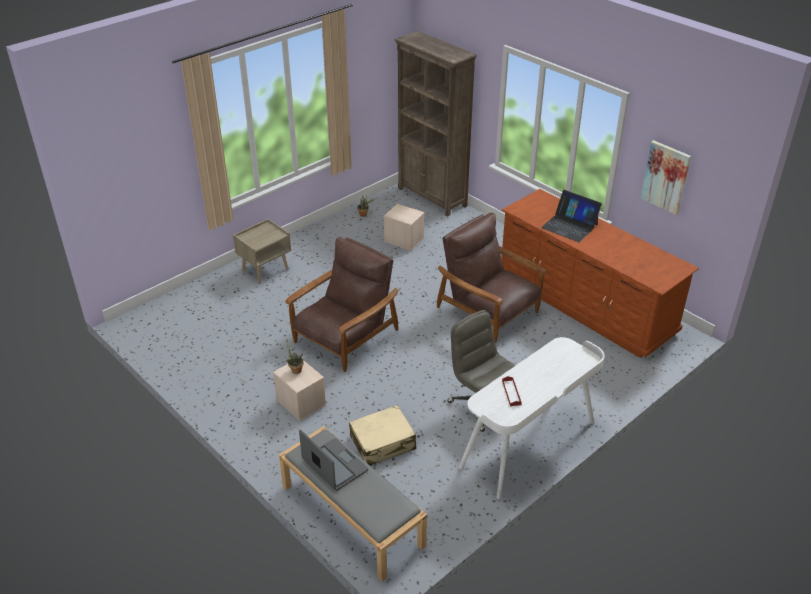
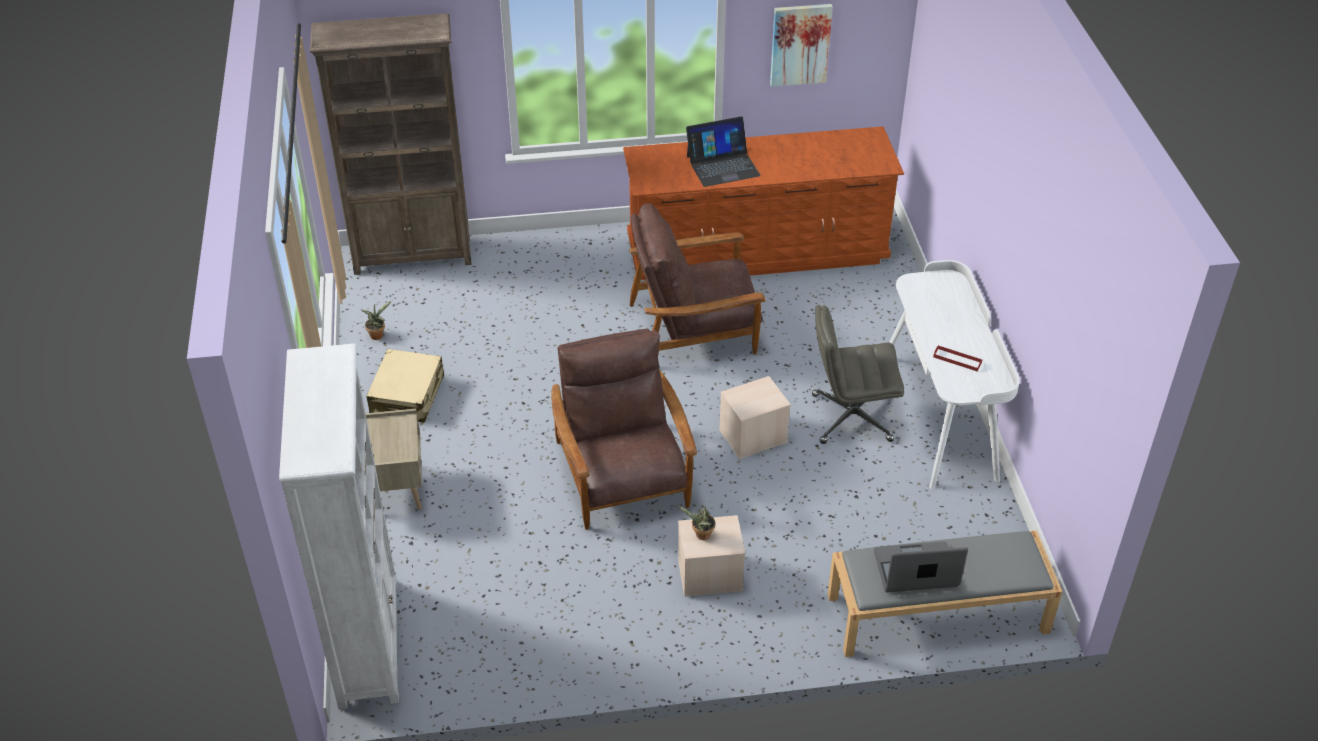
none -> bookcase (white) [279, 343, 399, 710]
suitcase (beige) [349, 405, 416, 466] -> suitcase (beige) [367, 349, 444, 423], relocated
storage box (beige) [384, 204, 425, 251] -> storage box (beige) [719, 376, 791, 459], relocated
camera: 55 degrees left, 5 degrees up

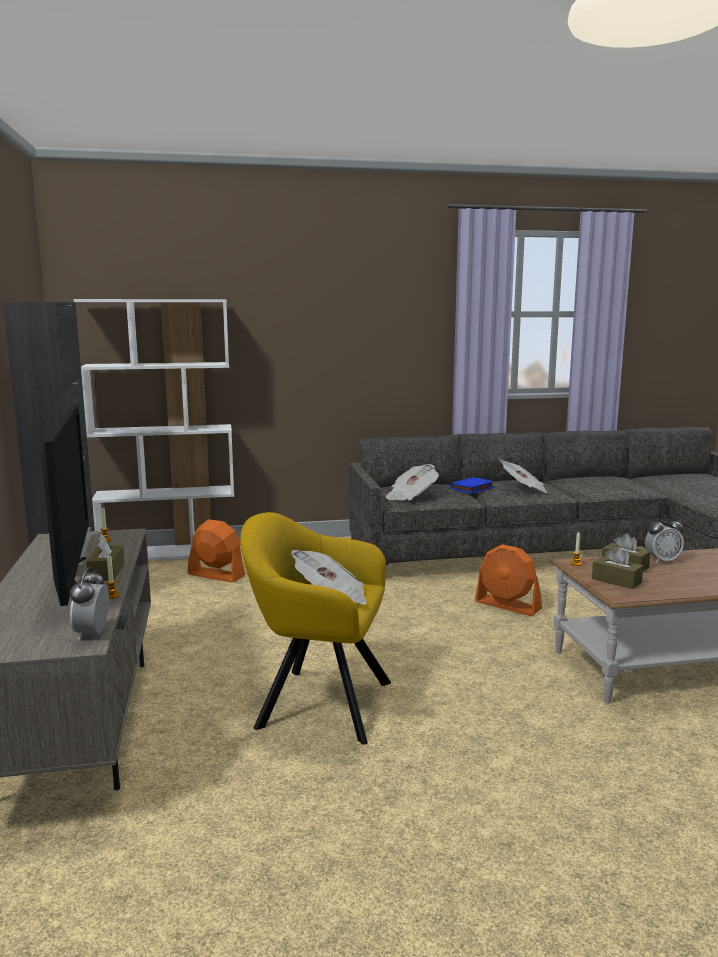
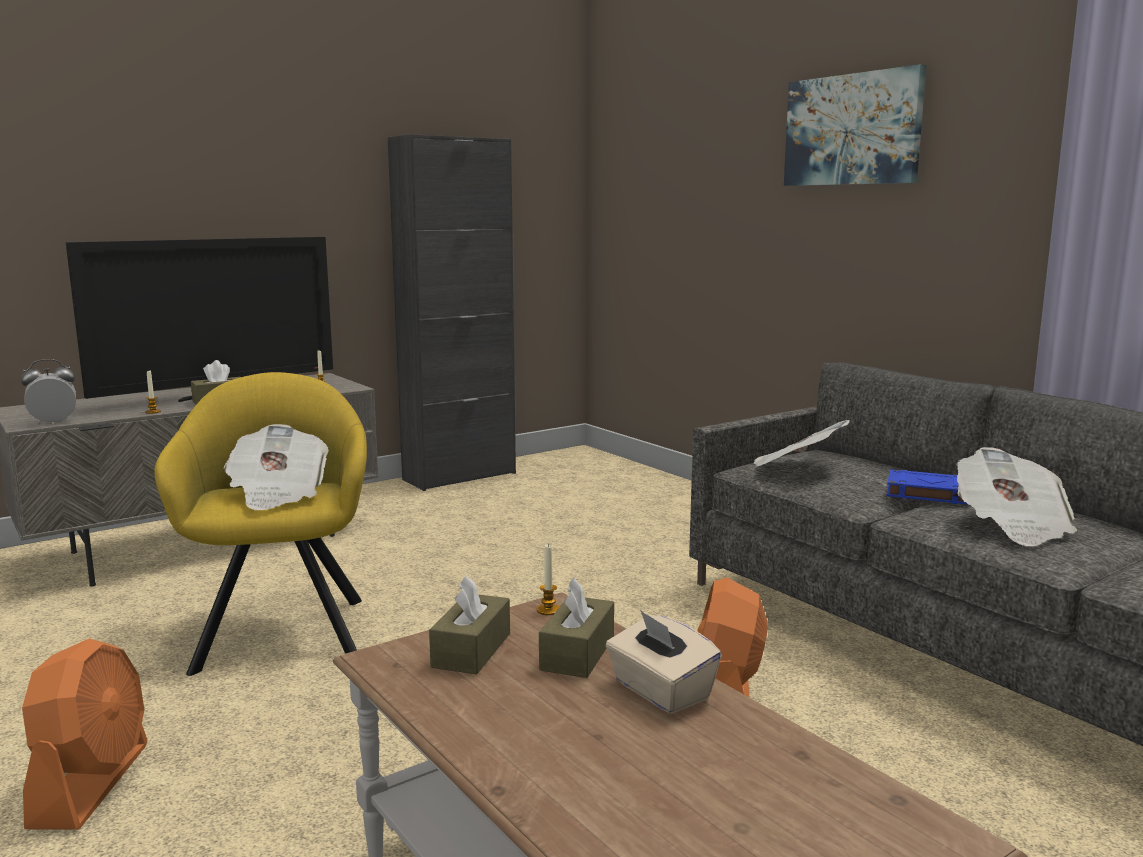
bookcase (white) [74, 299, 234, 561] -> none
none -> picture [784, 64, 926, 186]
fan (orange) [188, 519, 245, 582] -> fan (orange) [22, 638, 147, 830], relocated
alarm clock [645, 515, 684, 563] -> tissue box (beige) [606, 610, 722, 714]
camera: 65 degrees right, 0 degrees up

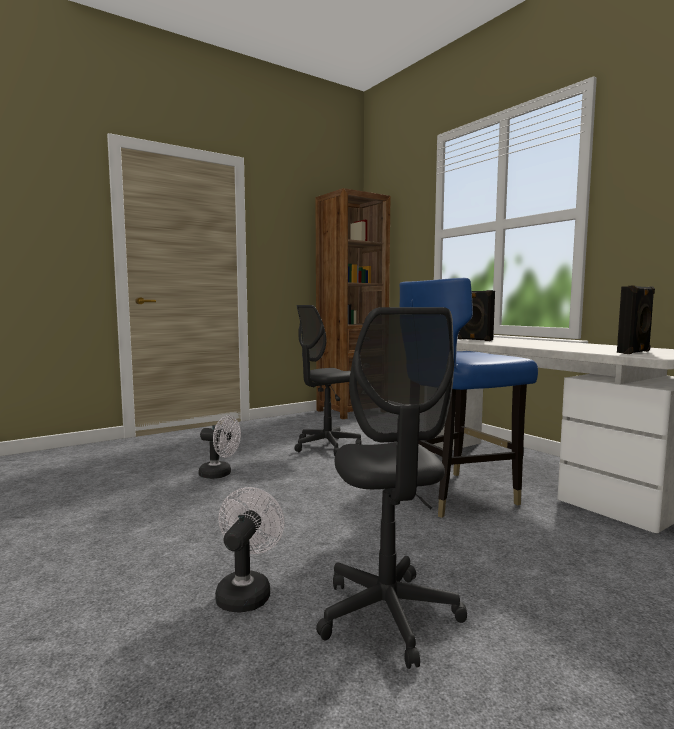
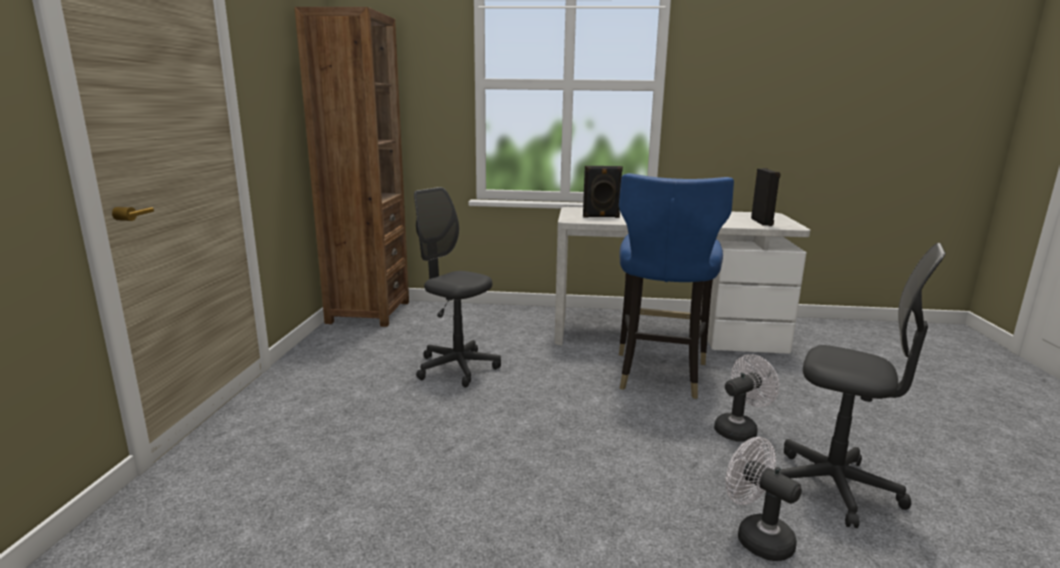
fan (white) [199, 415, 241, 479] -> fan (white) [714, 354, 779, 442], relocated
office chair (grey) [295, 305, 362, 456] -> office chair (grey) [414, 187, 501, 387], 120 degrees clockwise
camera: 50 degrees left, 10 degrees up

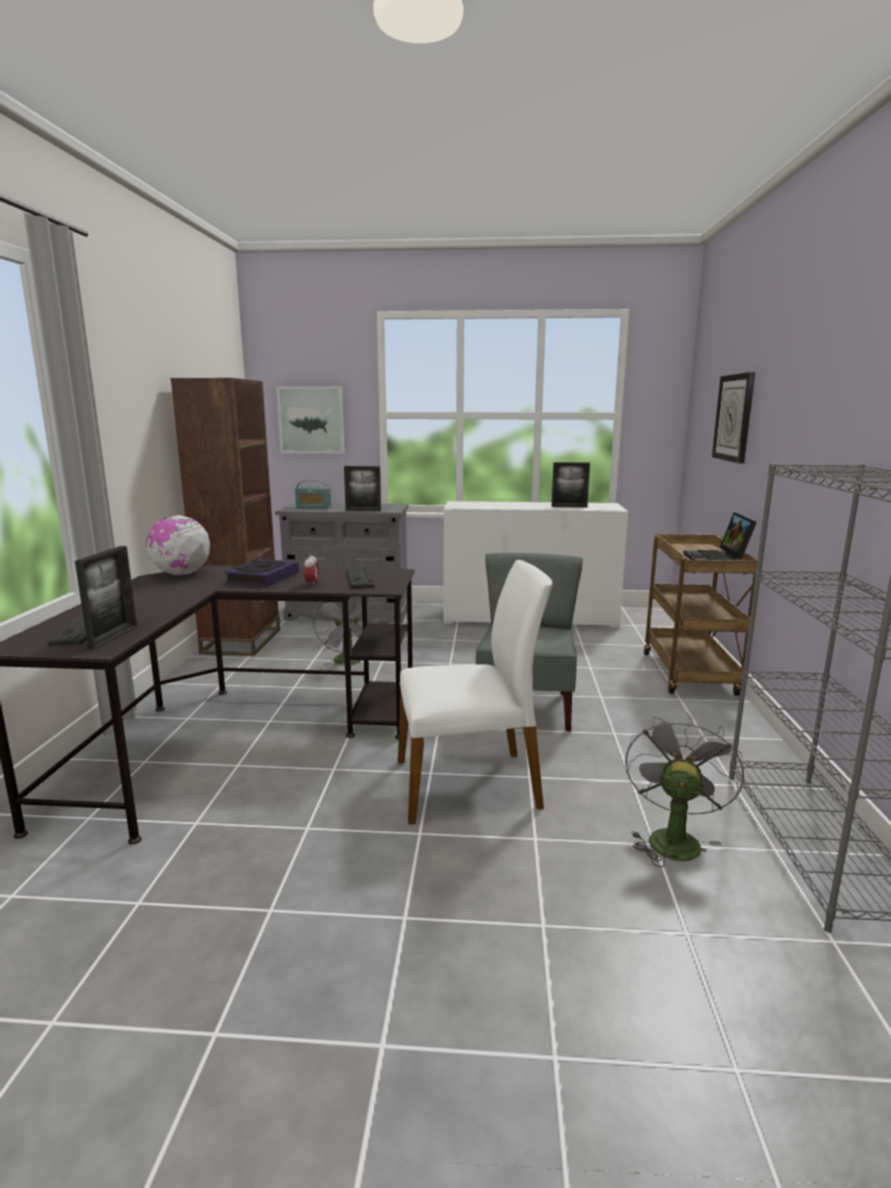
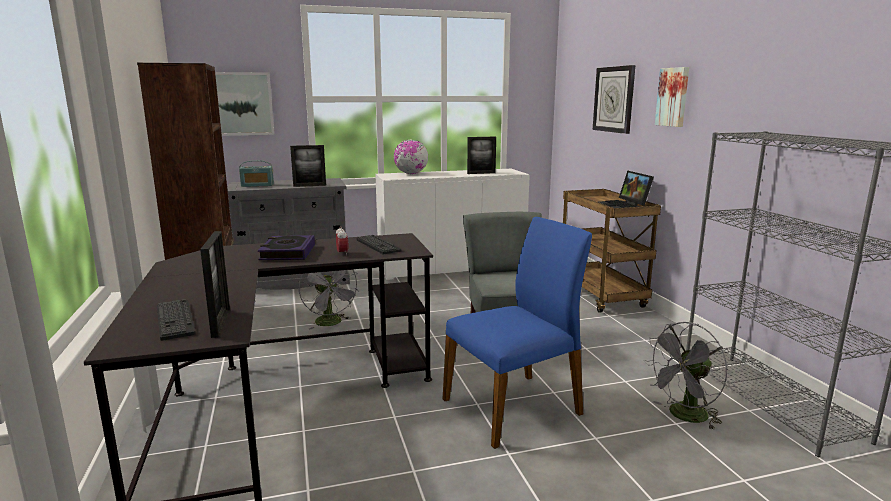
none -> picture [655, 67, 689, 127]
globe [146, 515, 210, 575] -> globe [394, 139, 428, 174], relocated
chair (white) [398, 560, 553, 825] -> chair (blue) [443, 217, 592, 449]
fan (grey) [625, 713, 744, 867] -> fan (grey) [644, 322, 727, 430], 120 degrees counterclockwise
camera: 20 degrees left, 0 degrees up

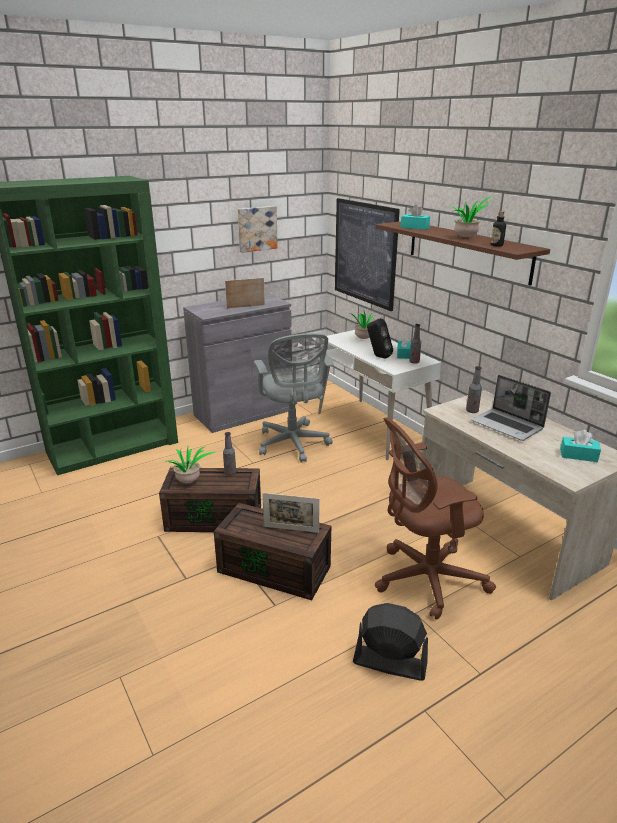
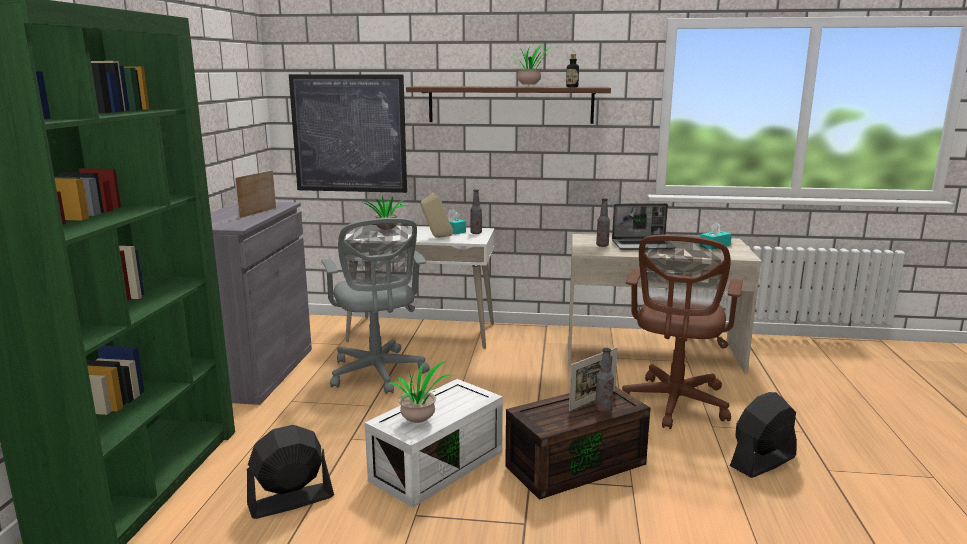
picture [238, 206, 278, 253] -> none
tissue box (turquoise) [401, 205, 430, 230] -> none
none -> fan (black) [247, 425, 334, 519]
bottle [223, 432, 236, 476] -> bottle [595, 348, 614, 412], relocated
storage box (brown) [159, 468, 261, 532] -> storage box (white) [365, 379, 503, 507]
speaker (black) [367, 318, 393, 359] -> speaker (beige) [420, 193, 453, 238]
office chair (grey) [254, 333, 334, 462] -> office chair (grey) [321, 218, 430, 394], 45 degrees clockwise
camera: 50 degrees left, 10 degrees down

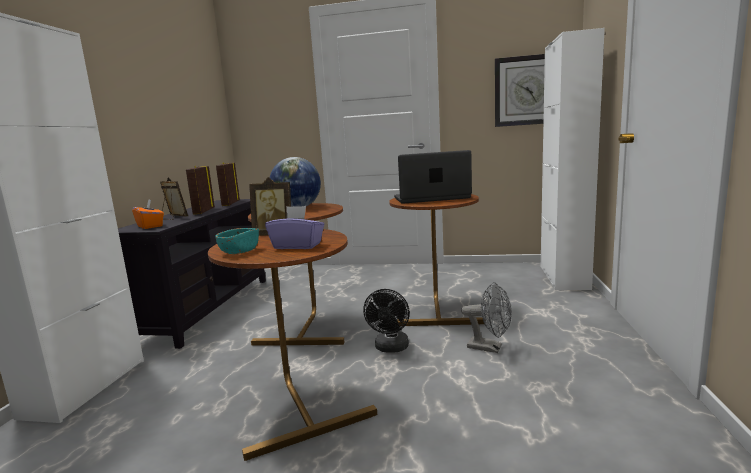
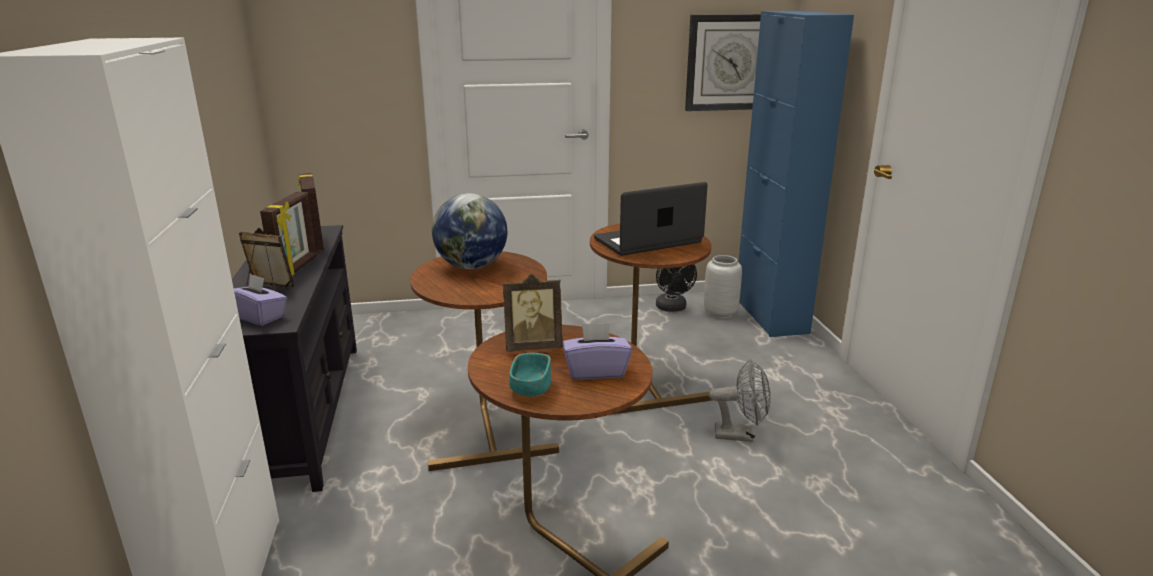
none -> vase (grey) [704, 255, 742, 319]
fan (black) [363, 289, 410, 353] -> fan (black) [656, 264, 697, 312], relocated
tissue box (orange) [132, 199, 164, 229] -> tissue box (purple) [234, 273, 287, 326]
cabinet (white) [541, 28, 605, 290] -> cabinet (blue) [738, 11, 854, 337]
picture frame [186, 166, 215, 215] -> picture frame [260, 192, 317, 276], 150 degrees counterclockwise
camera: 20 degrees left, 10 degrees up

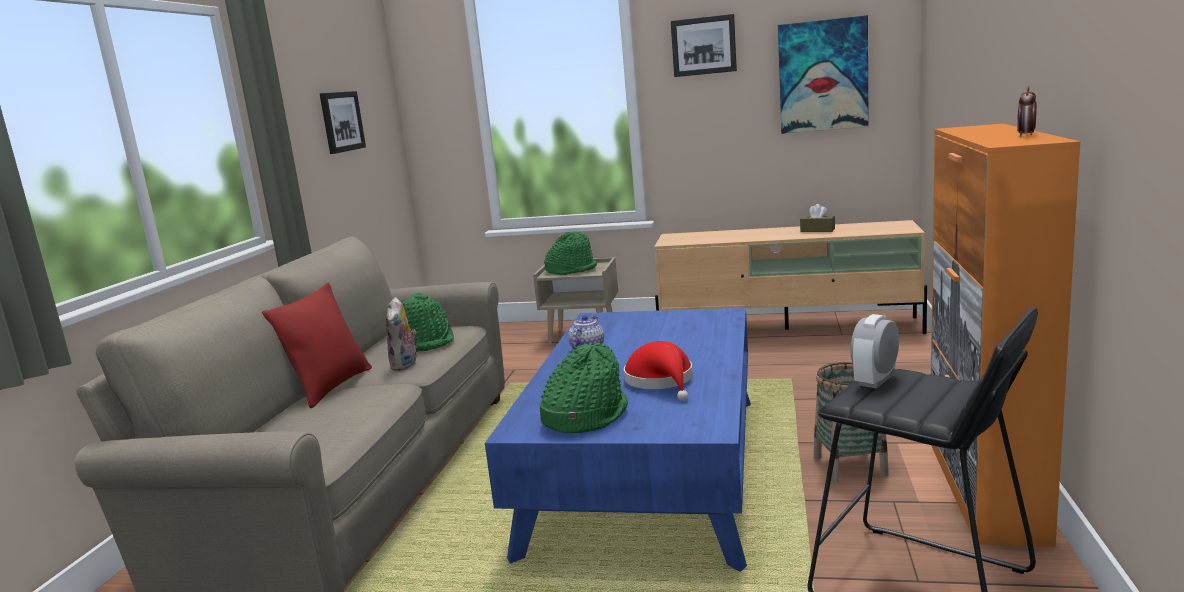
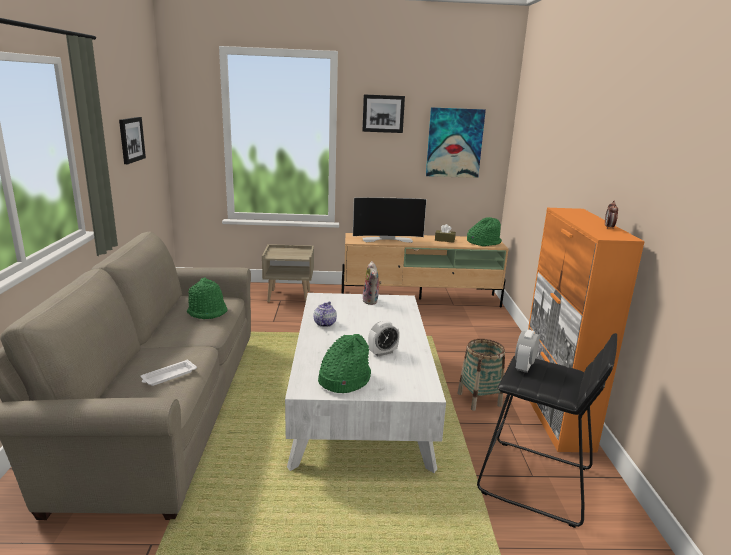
pillow (red) [262, 282, 372, 408] -> none
none -> tray (white) [141, 359, 197, 386]
none -> television [353, 197, 427, 243]
plush toy [386, 297, 417, 371] -> plush toy [363, 261, 382, 305], relocated
hat (green) [544, 231, 597, 275] -> hat (green) [467, 217, 502, 246], relocated
hat (red) [624, 341, 693, 401] -> alarm clock [368, 320, 400, 356]
coffee table (blue) [485, 308, 751, 572] -> coffee table (white) [285, 293, 446, 473]
camera: 15 degrees left, 5 degrees up

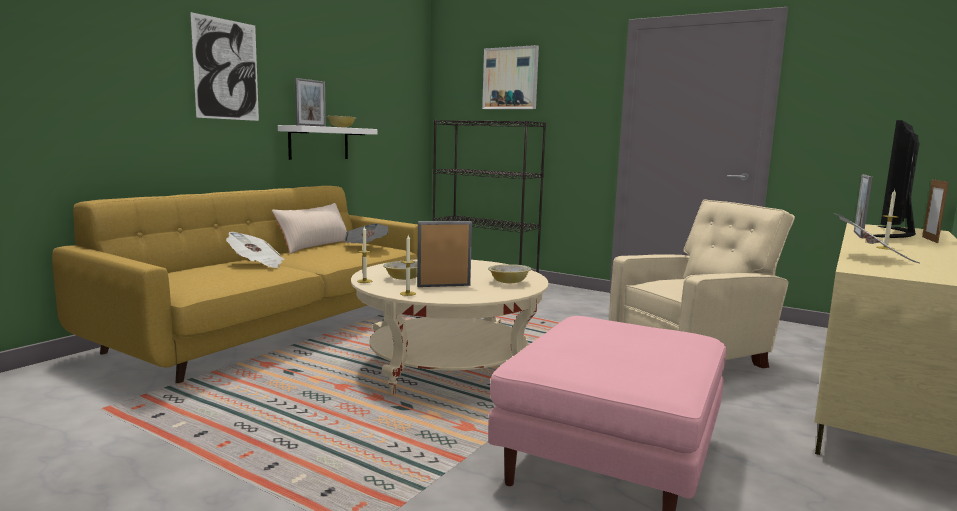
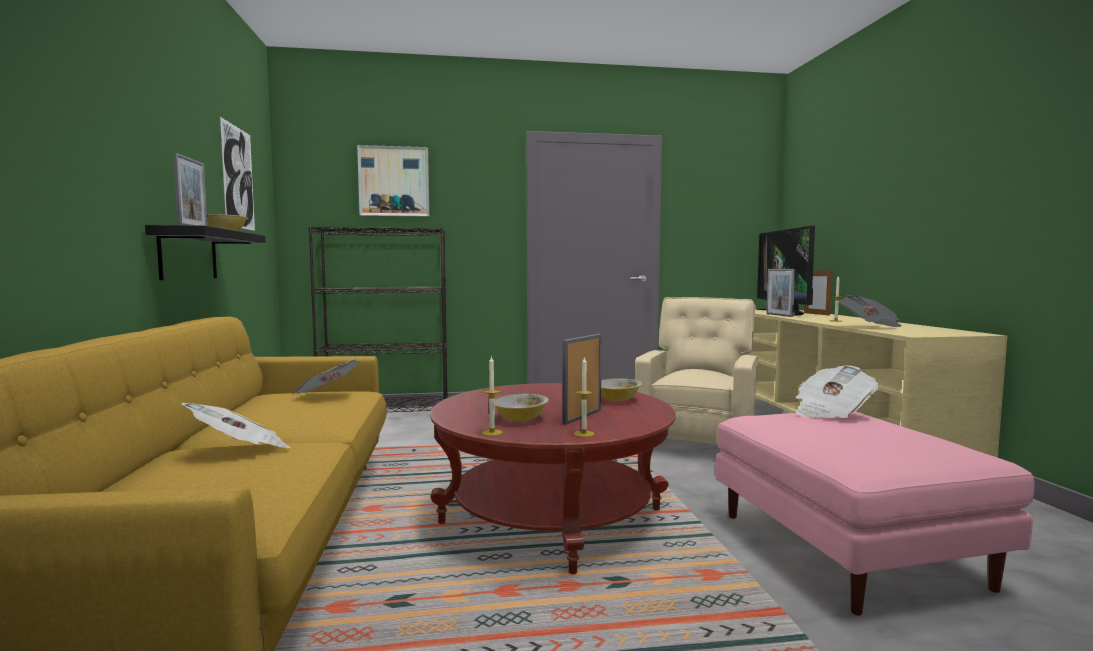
pillow (beige) [272, 203, 347, 254] -> none
none -> newspaper [796, 365, 879, 418]
picture [190, 12, 259, 121] -> picture [220, 117, 255, 231], relocated
shelf (white) [278, 125, 377, 160] -> shelf (black) [145, 225, 265, 280]
coffee table (beige) [351, 259, 549, 394] -> coffee table (red) [430, 383, 676, 574]
camera: 40 degrees left, 5 degrees down

